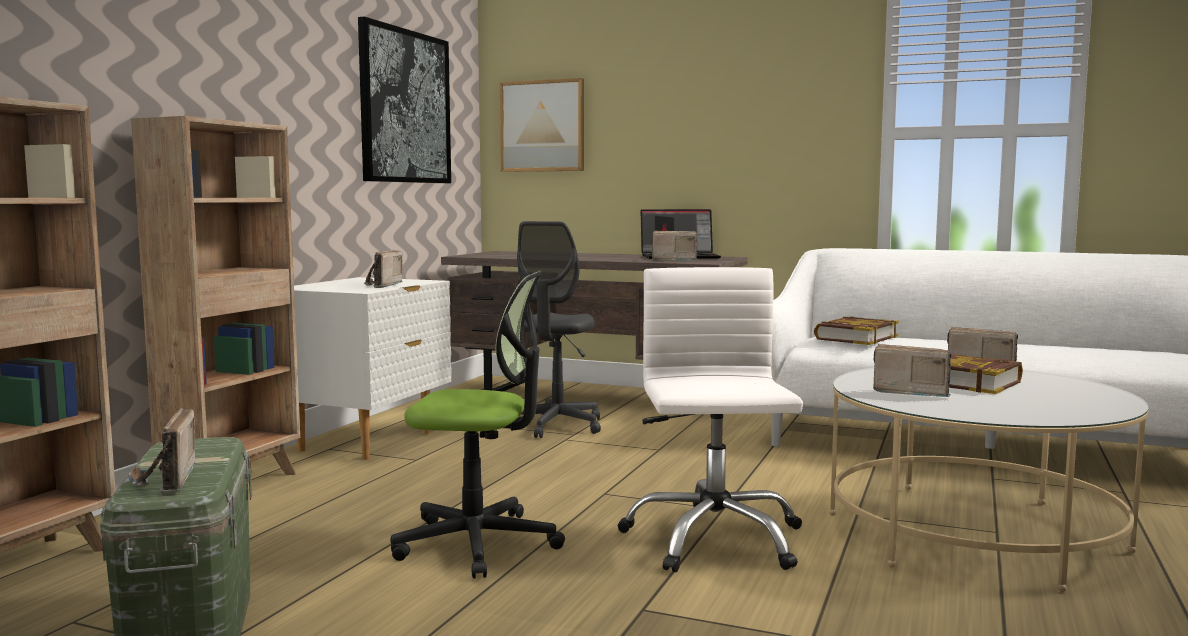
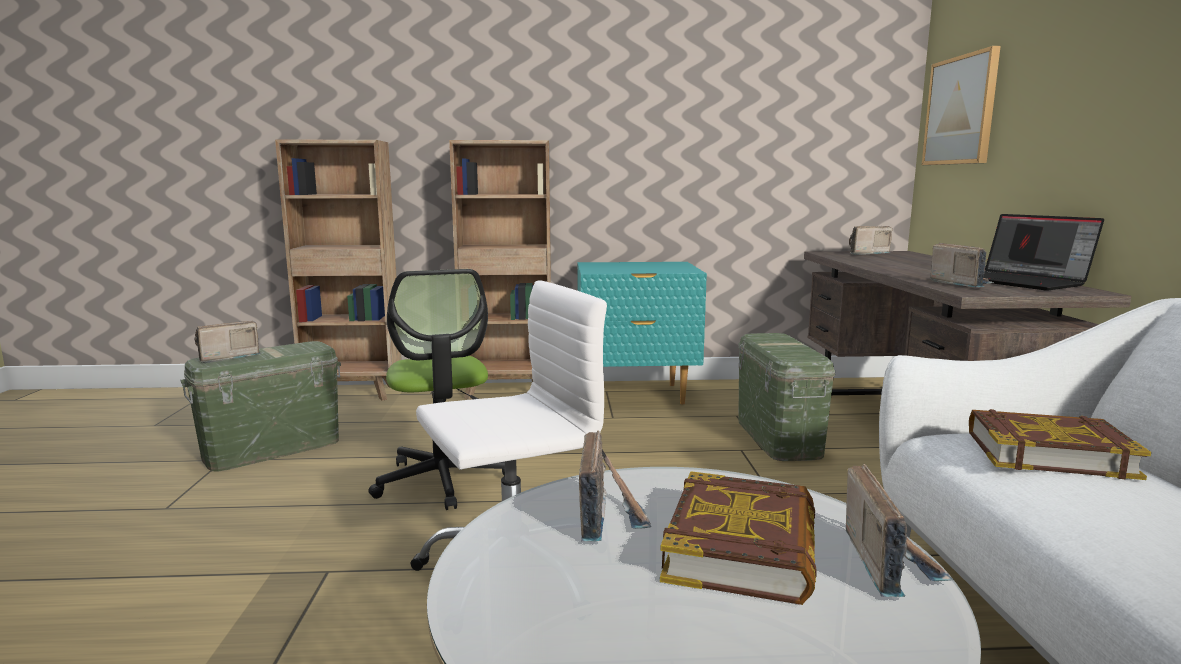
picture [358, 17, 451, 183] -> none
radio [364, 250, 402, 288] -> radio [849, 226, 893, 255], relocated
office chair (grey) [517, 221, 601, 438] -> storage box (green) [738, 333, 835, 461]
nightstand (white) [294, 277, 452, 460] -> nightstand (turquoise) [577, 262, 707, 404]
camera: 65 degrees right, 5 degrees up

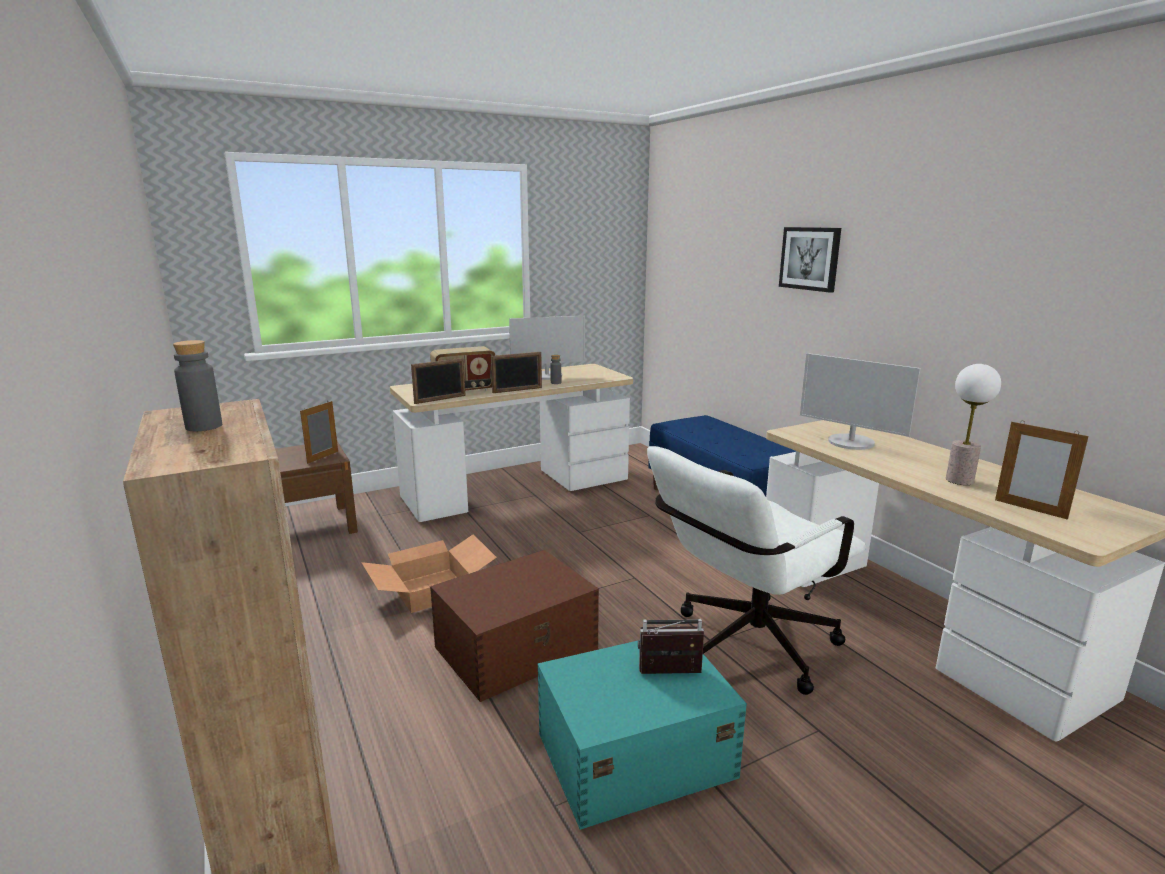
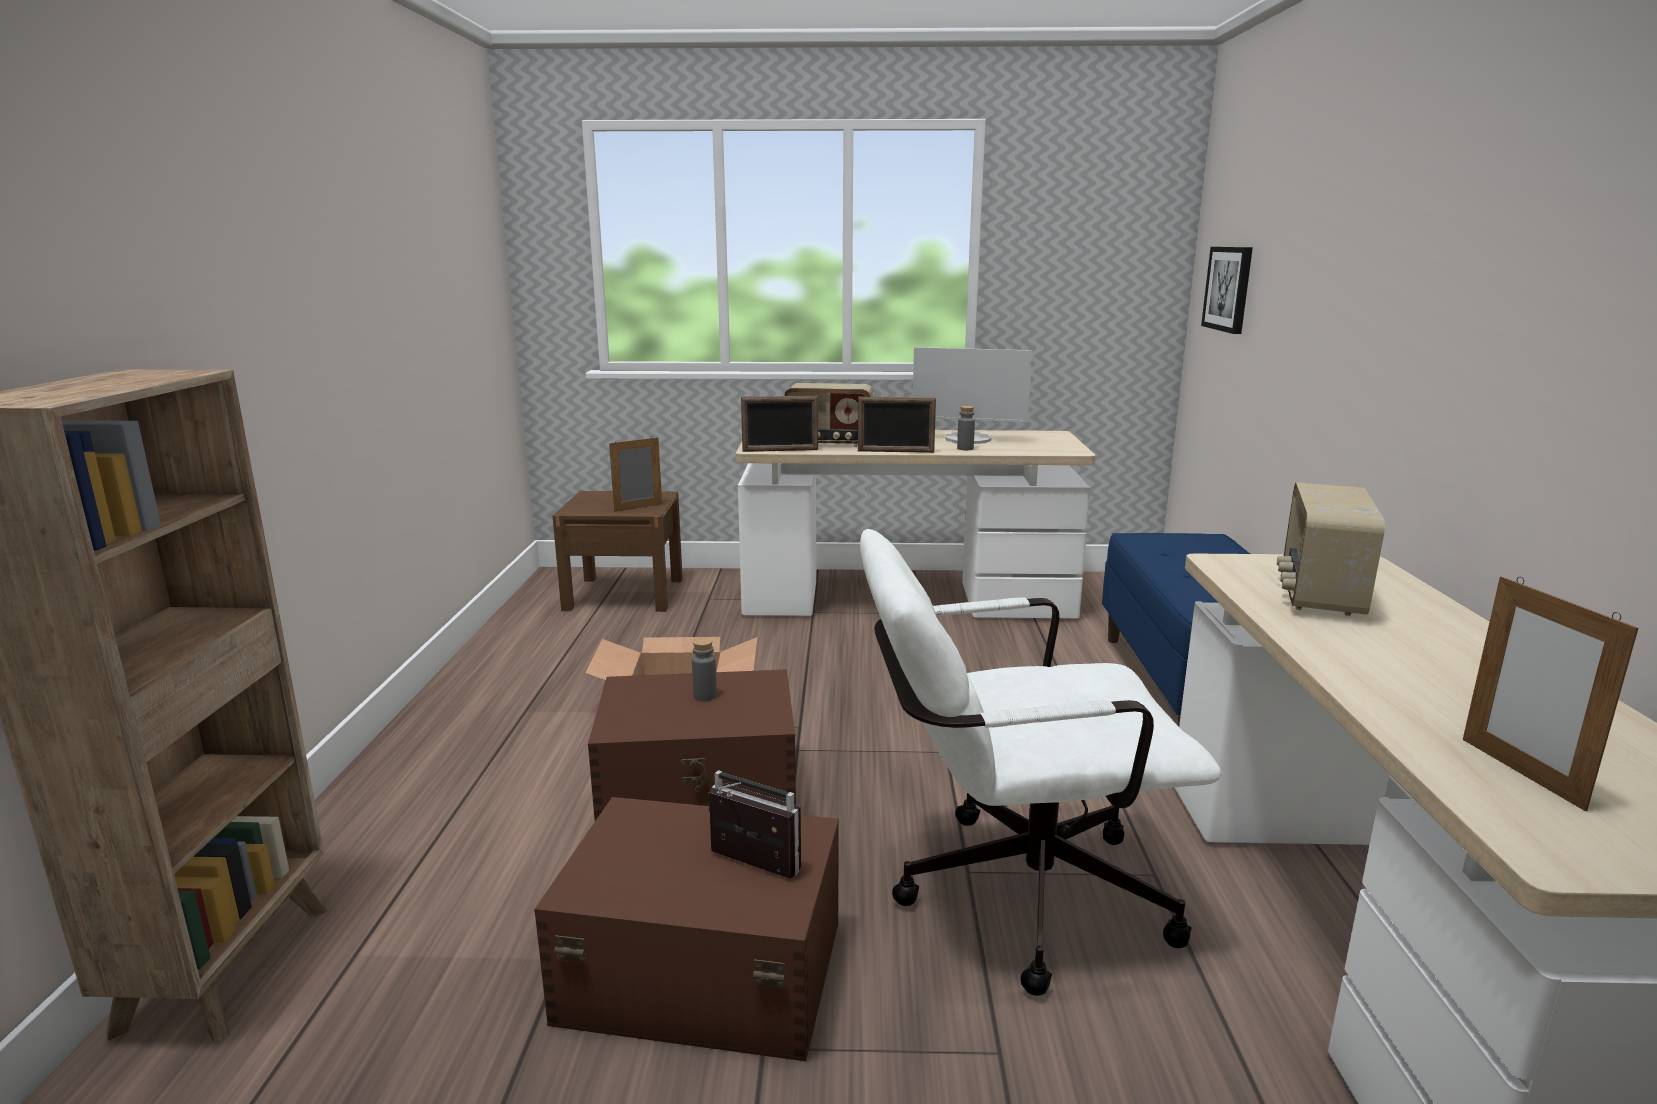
table lamp [946, 364, 1001, 485] -> none
bottle (grey) [173, 340, 222, 431] -> bottle (grey) [692, 638, 717, 701], relocated
picture [779, 227, 841, 293] -> picture [1201, 247, 1253, 334], relocated
monitor [800, 353, 921, 450] -> radio [1277, 482, 1385, 616]
storage box (turquoise) [538, 641, 747, 830] -> storage box (brown) [534, 797, 839, 1061]
camera: 30 degrees right, 0 degrees up

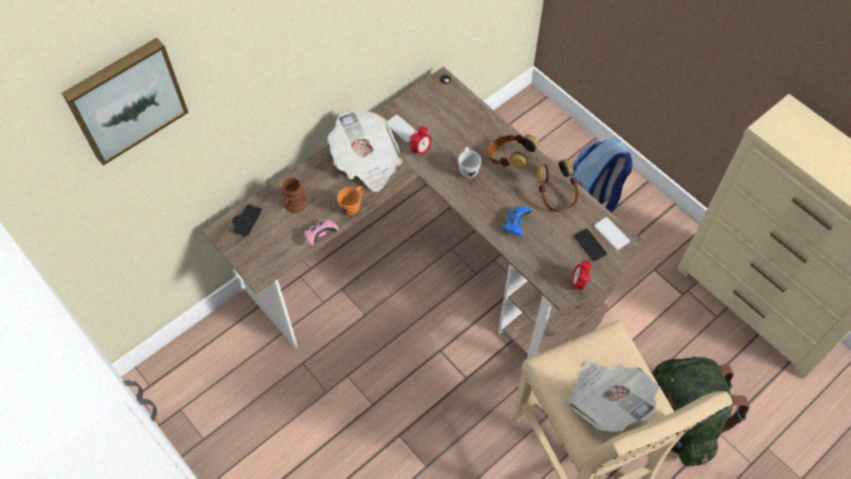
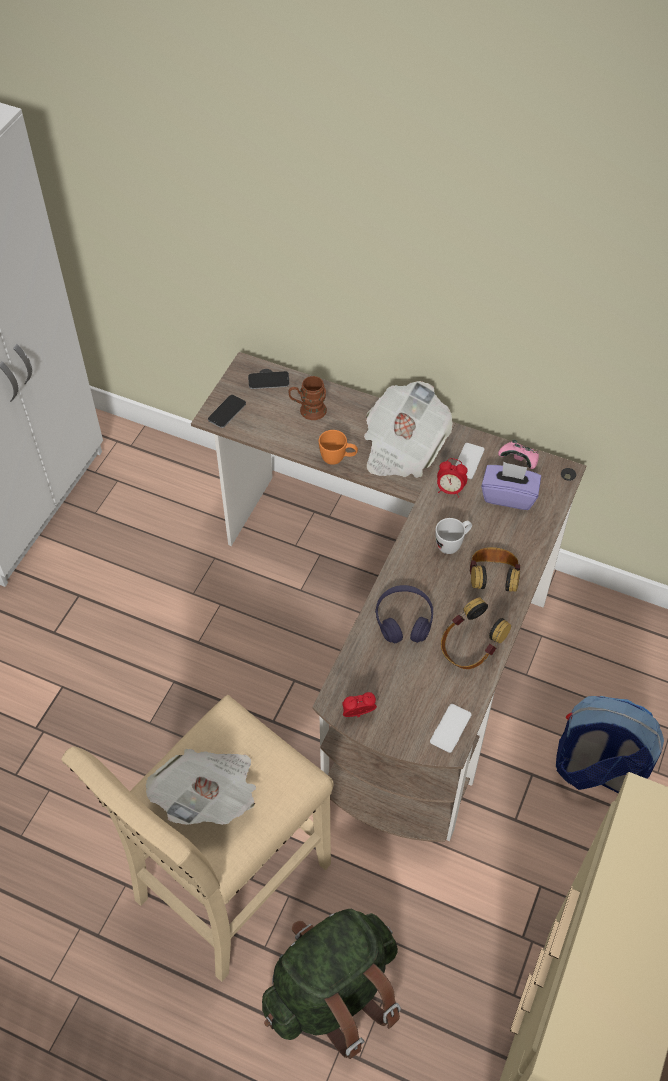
picture [62, 38, 189, 166] -> none
none -> tissue box (purple) [481, 462, 541, 510]
game controller (pink) [304, 219, 339, 246] -> game controller (pink) [498, 440, 539, 469], relocated
phone [574, 229, 607, 262] -> phone [208, 395, 246, 428], relocated
game controller (blue) [502, 207, 532, 236] -> headphones (purple) [375, 585, 433, 643]
camera: 65 degrees right, 5 degrees down

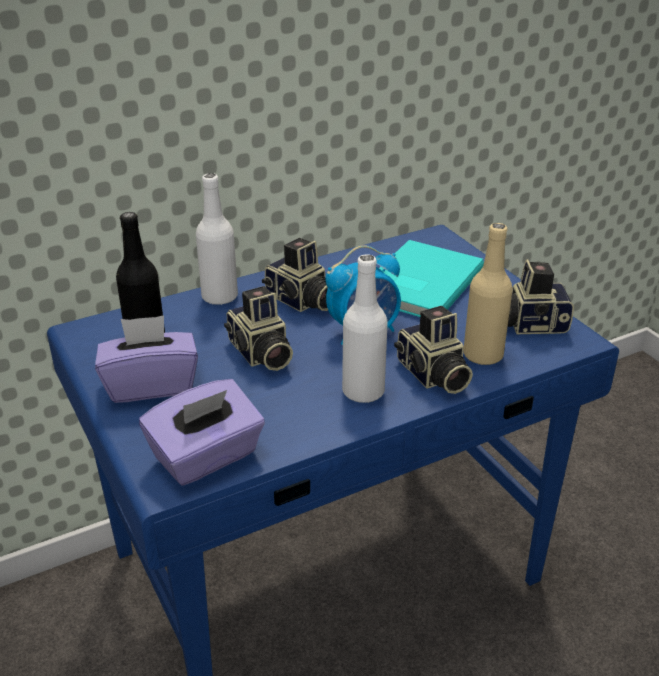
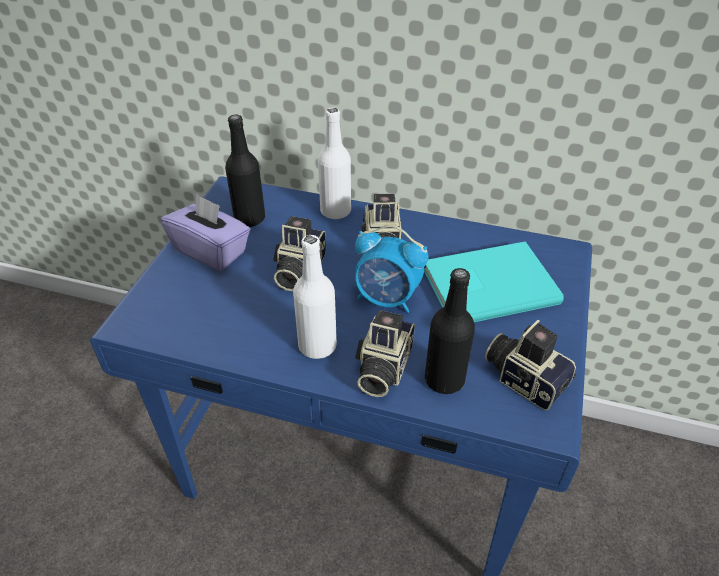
tissue box (purple) [139, 379, 265, 486] -> none
bottle (beige) [463, 223, 513, 365] -> bottle (black) [425, 268, 475, 394]
camera: 45 degrees right, 10 degrees up

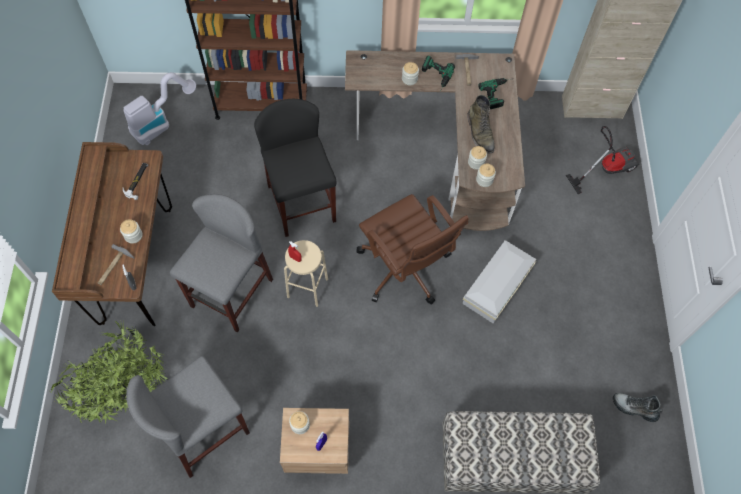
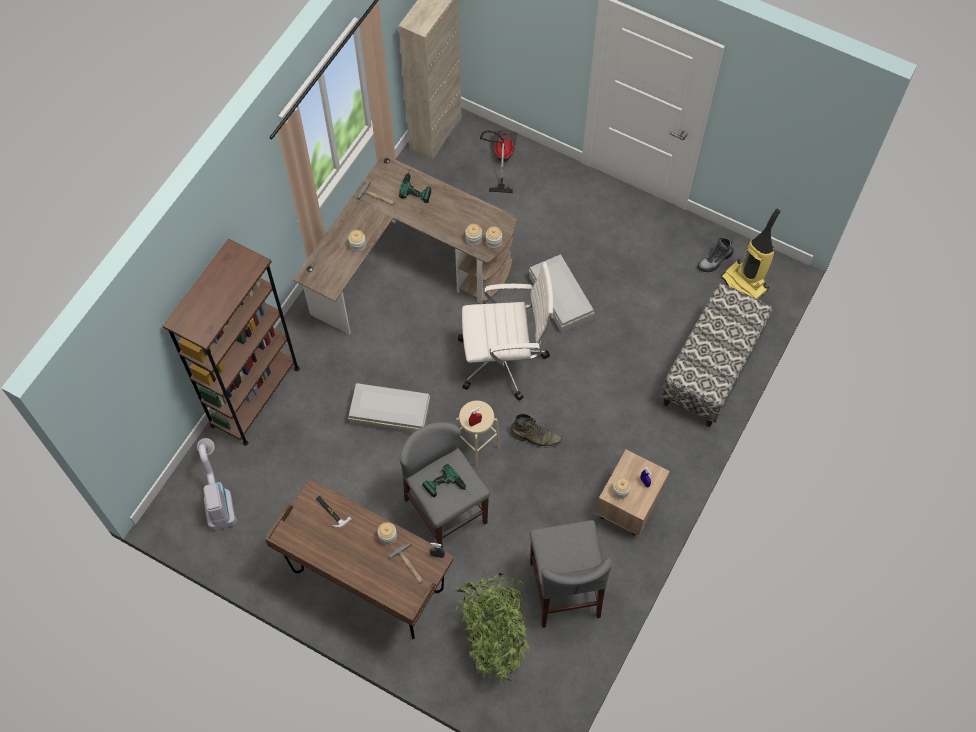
none -> vacuum cleaner [721, 209, 781, 299]
power drill [422, 55, 455, 92] -> power drill [422, 464, 469, 497], relocated
boot (green) [467, 95, 495, 153] -> boot (green) [510, 414, 563, 448], relocated
stool (black) [254, 99, 337, 237] -> storage box (white) [348, 383, 430, 433]
office chair (brown) [357, 194, 469, 305] -> office chair (white) [458, 262, 553, 401]
camera: 60 degrees left, 0 degrees up

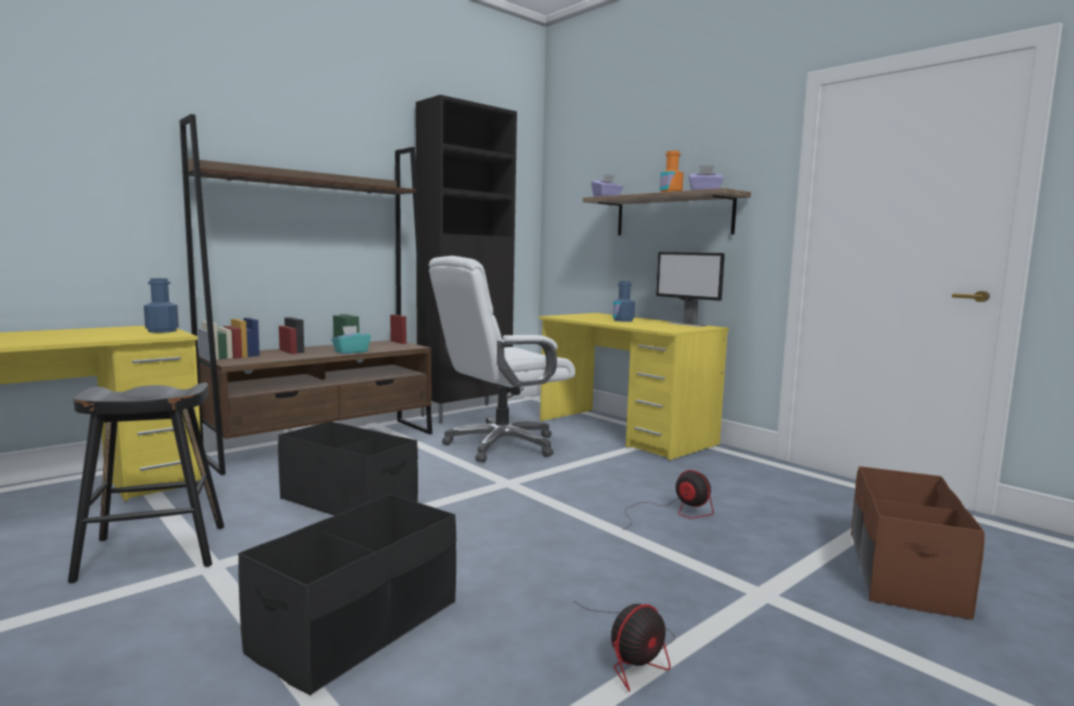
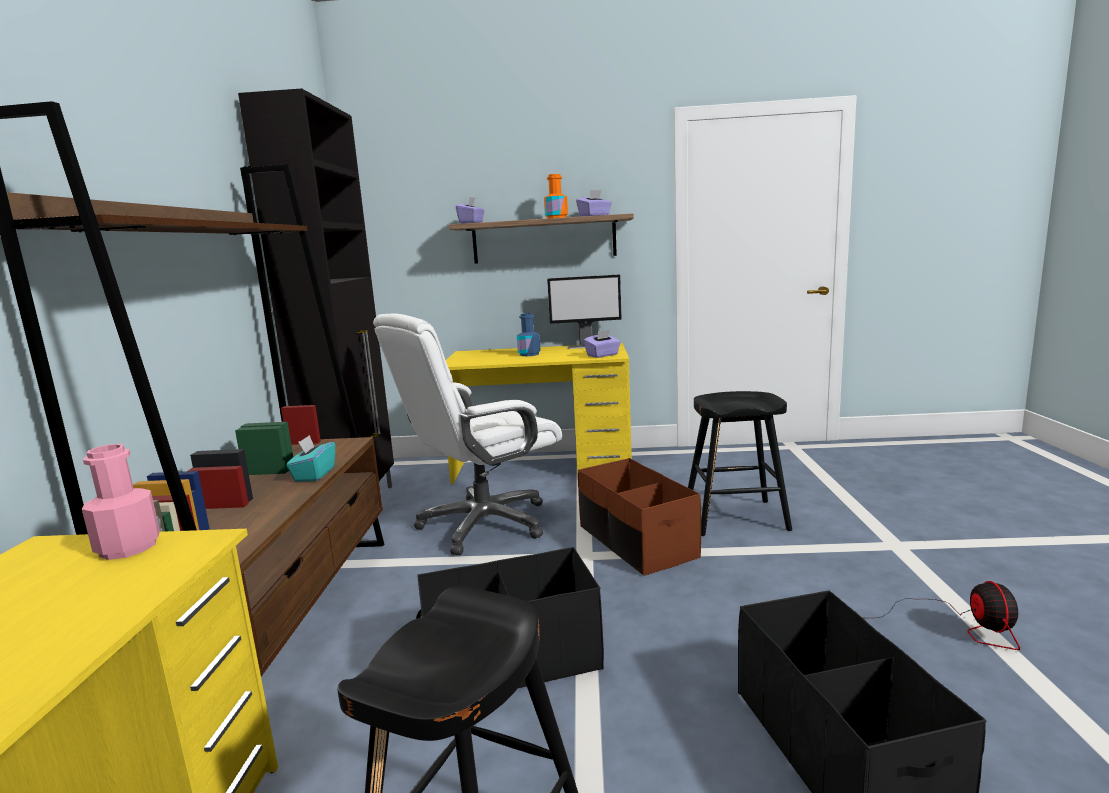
none -> tissue box (purple) [583, 330, 621, 358]
storage box (brown) [851, 466, 985, 620] -> storage box (brown) [578, 458, 701, 576], relocated
fan [623, 470, 714, 530] -> stool (black) [688, 391, 792, 536]
bottle (blue) [144, 278, 179, 333] -> bottle (pink) [82, 444, 160, 560]
office chair (white) [429, 256, 575, 462] -> office chair (white) [373, 314, 562, 555], 45 degrees clockwise
camera: 45 degrees left, 5 degrees up

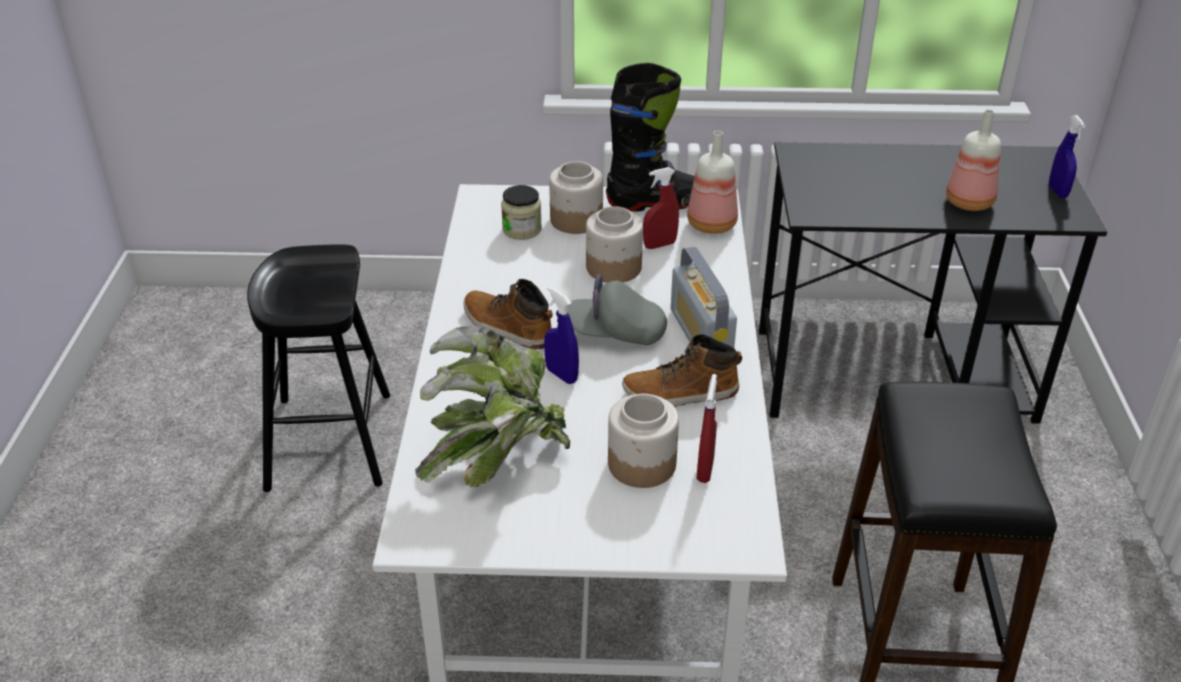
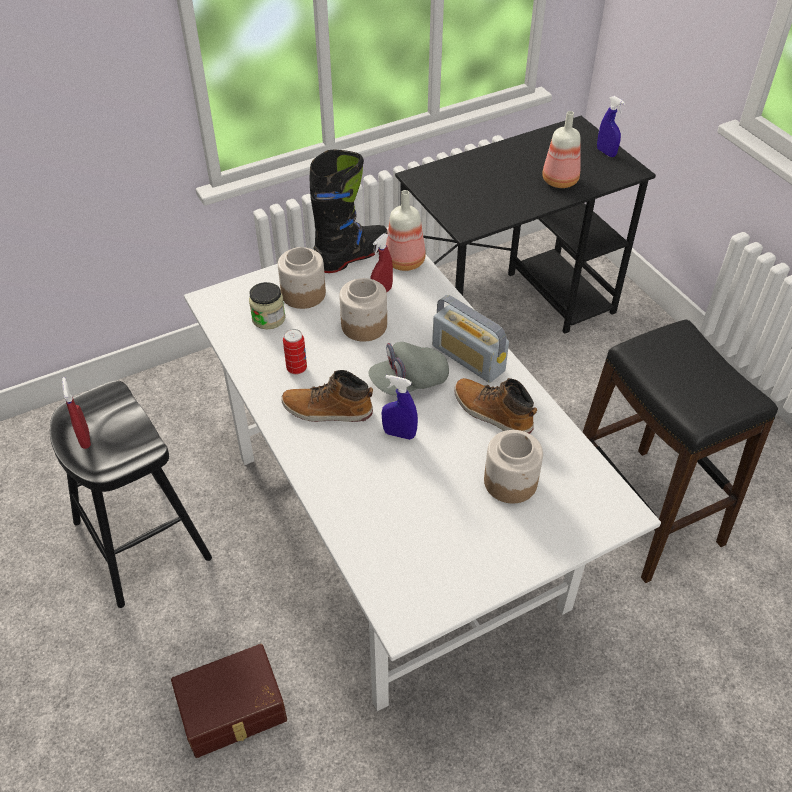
potted plant [415, 326, 570, 488] -> none
none -> storage box (brown) [171, 644, 287, 758]
none -> can [283, 329, 307, 374]
spray bottle (red) [697, 374, 717, 483] -> spray bottle (red) [62, 377, 91, 449], relocated
boot [622, 334, 742, 407] -> boot [454, 378, 537, 434], 75 degrees clockwise
camera: 30 degrees left, 10 degrees up

